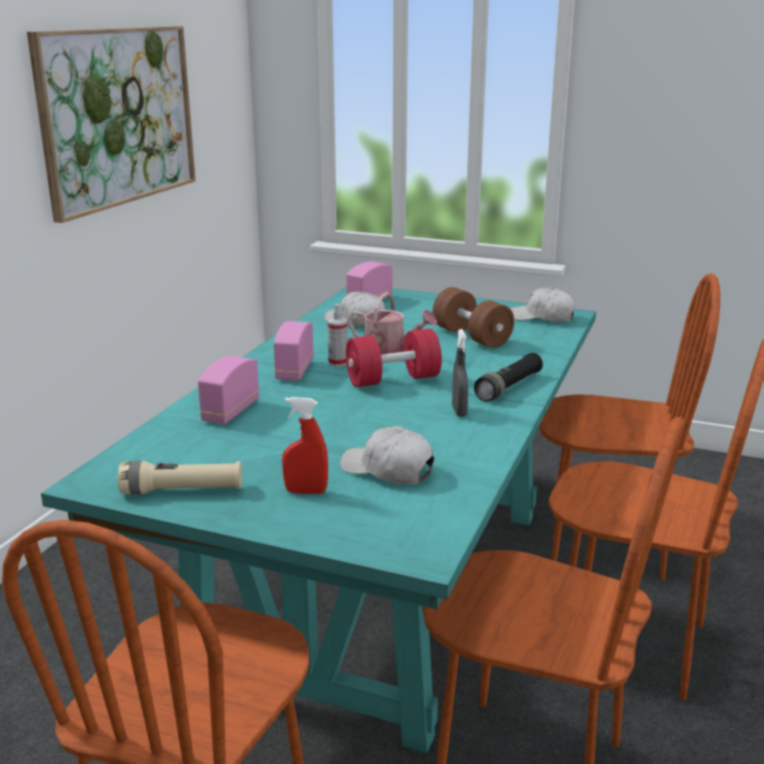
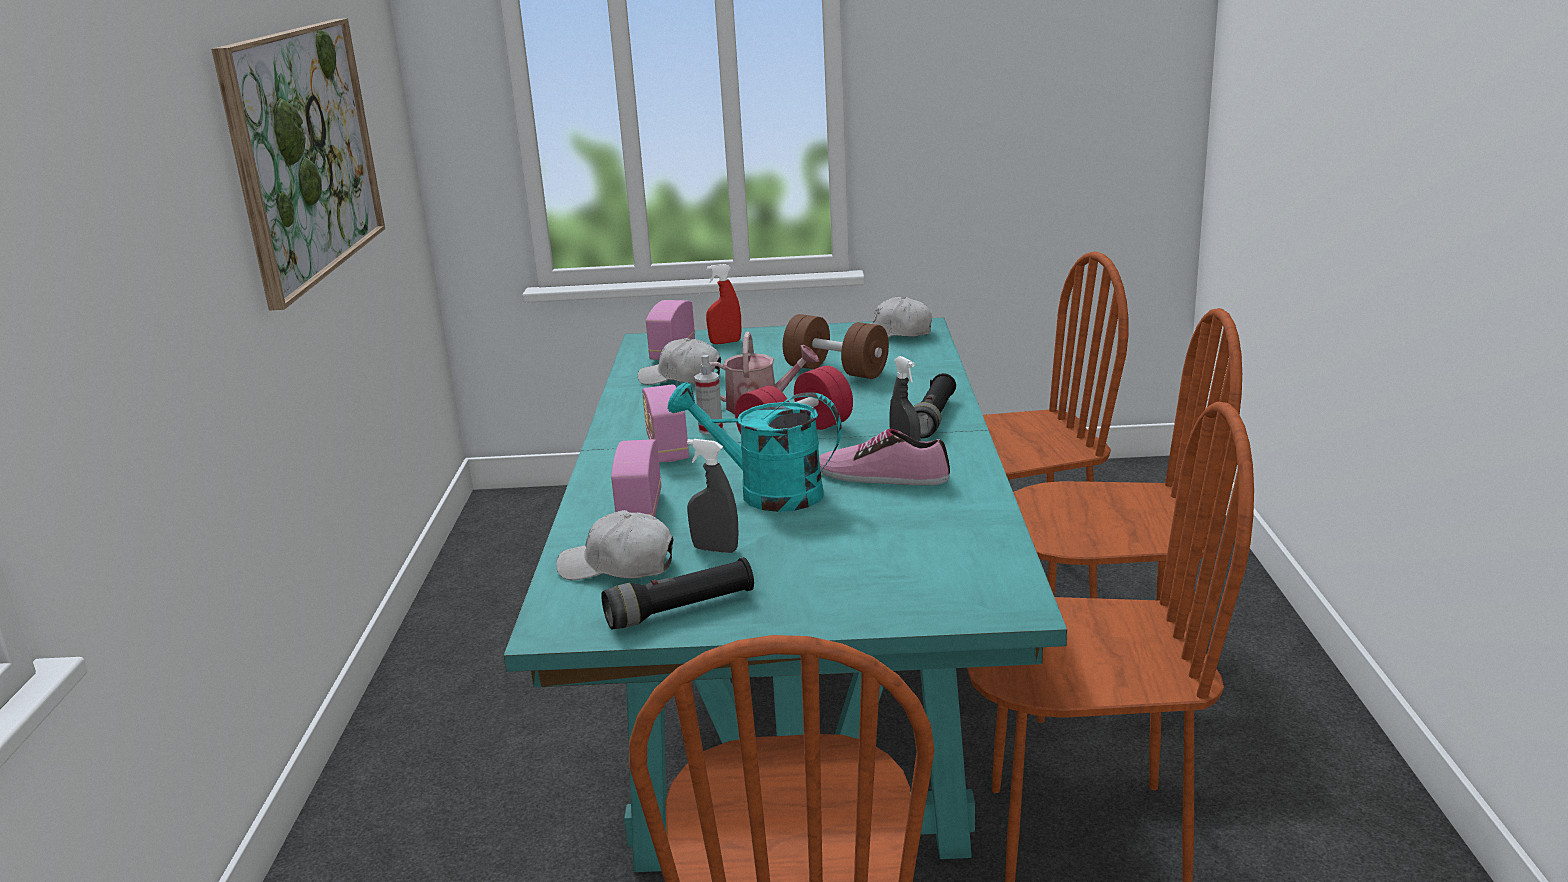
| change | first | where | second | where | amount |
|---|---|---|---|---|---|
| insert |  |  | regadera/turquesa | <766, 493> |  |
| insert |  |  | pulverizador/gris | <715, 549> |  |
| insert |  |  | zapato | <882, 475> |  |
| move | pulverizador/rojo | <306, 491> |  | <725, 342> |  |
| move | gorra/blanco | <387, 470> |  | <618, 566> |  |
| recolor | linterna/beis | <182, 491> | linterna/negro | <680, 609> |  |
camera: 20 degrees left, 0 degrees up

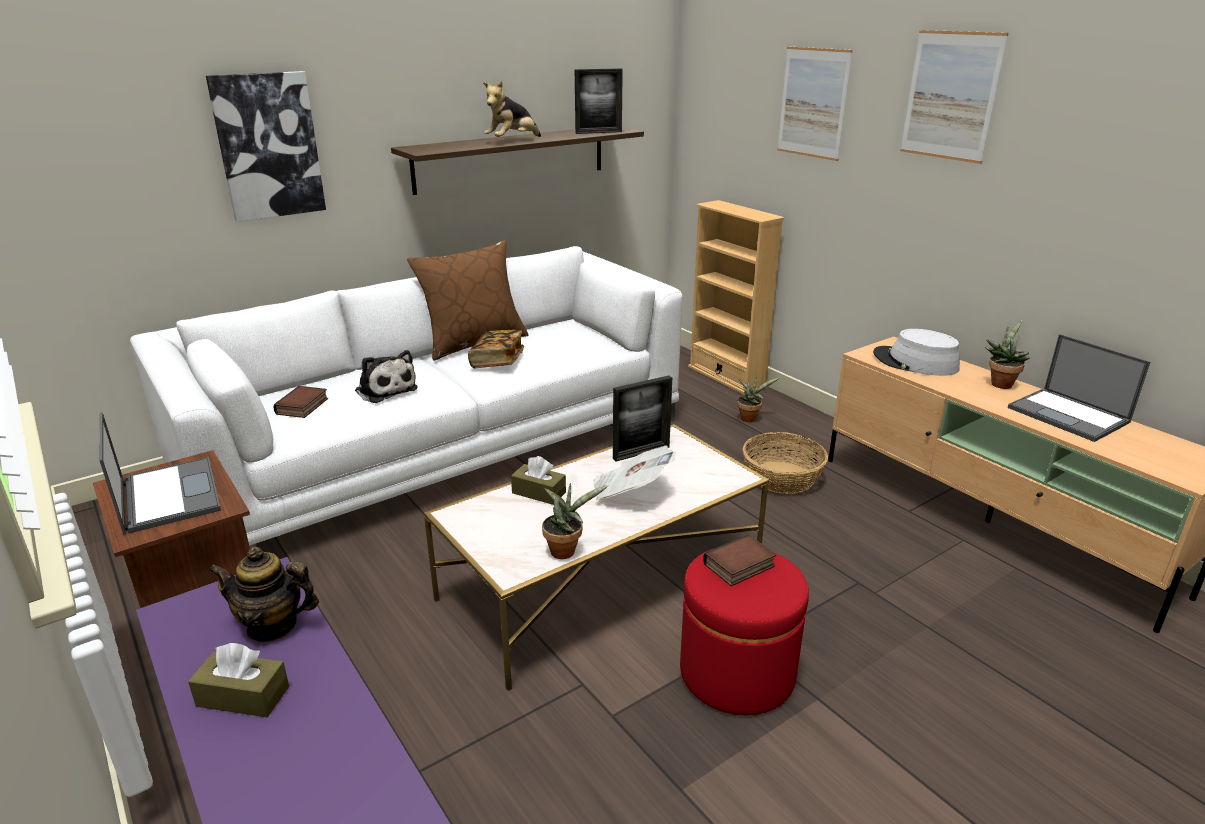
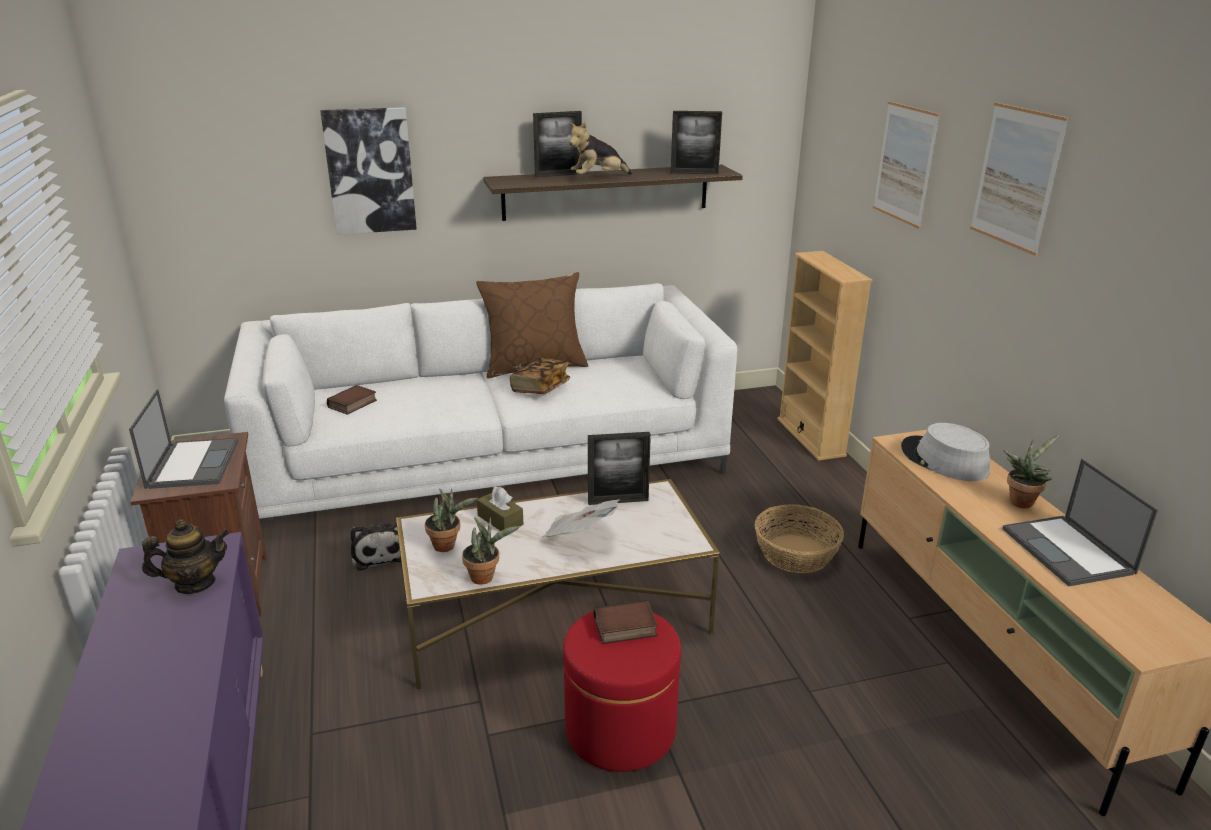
| change | first | where | second | where | amount |
|---|---|---|---|---|---|
| delete | caja de pañuelos/marrón | <243, 696> |  |  |  |
| insert |  |  | portarretratos | <558, 175> |  |
| move | peluche | <385, 389> |  | <379, 553> |  |
| move | planta en maceta | <750, 418> |  | <448, 545> |  |
| rotate | tetera | <272, 626> |  | <195, 583> | 135 degrees clockwise |
camera: 20 degrees right, 0 degrees up

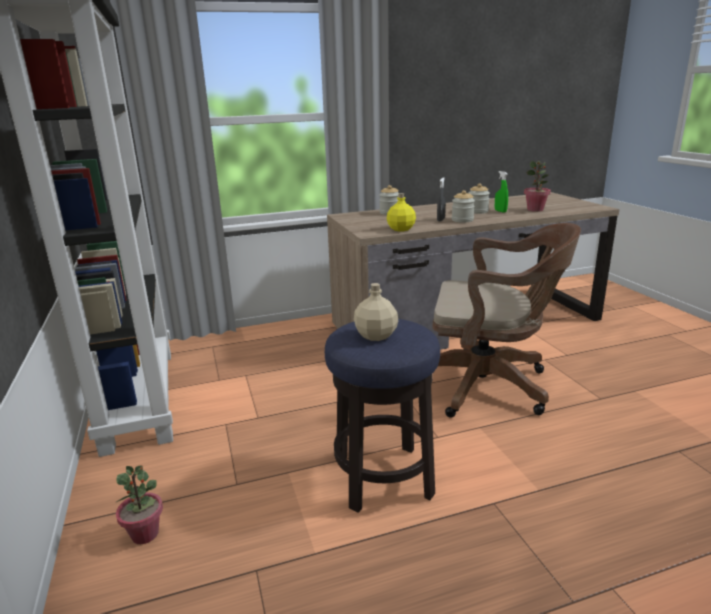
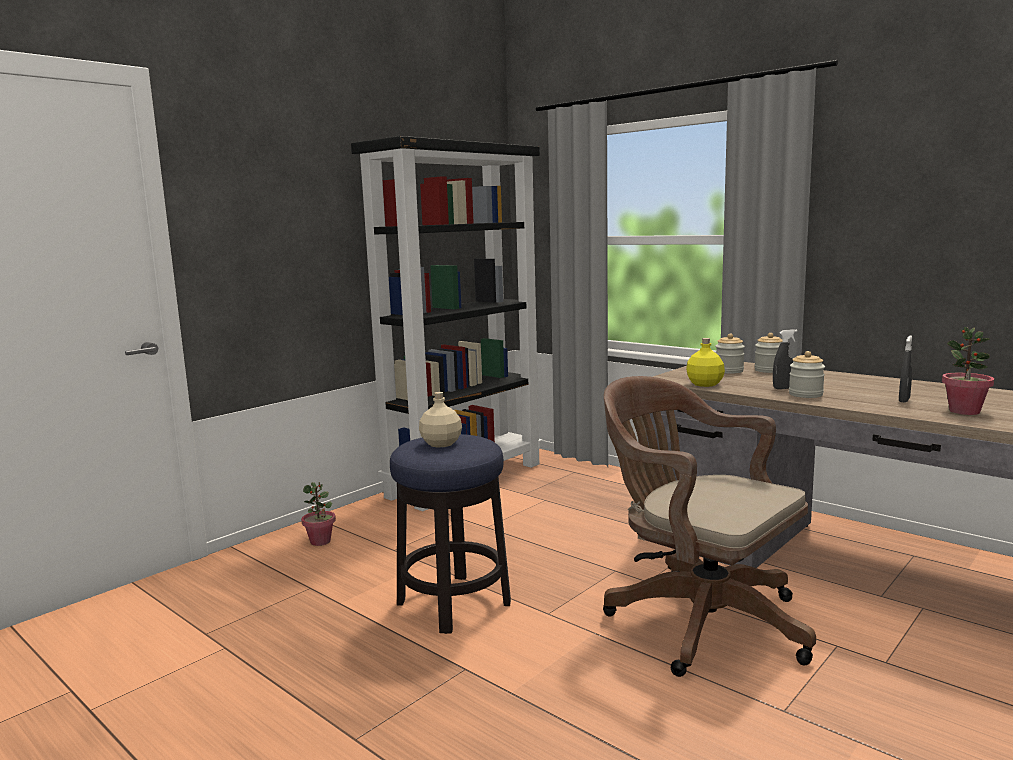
| change | first | where | second | where | amount |
|---|---|---|---|---|---|
| move | tarro | <478, 211> |  | <729, 371> |  |
| recolor | pulverizador/verde | <500, 211> | pulverizador/gris | <904, 400> |  |
| rotate | silla de oficina/marrón | <489, 385> |  | <698, 619> | 150 degrees clockwise |
camera: 60 degrees right, 10 degrees down

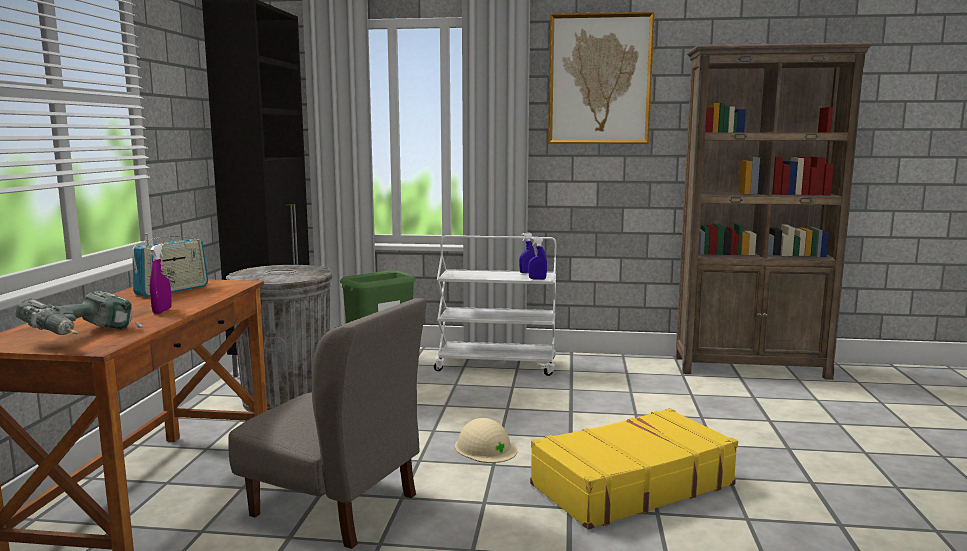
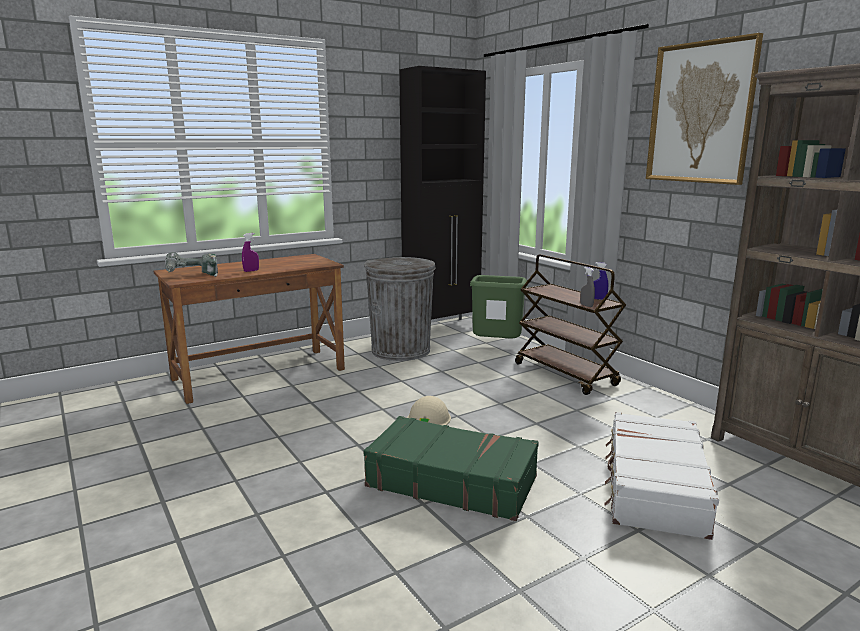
| change | first | where | second | where | amount |
|---|---|---|---|---|---|
| delete | radio | <172, 290> |  |  |  |
| delete | silla/gris | <335, 505> |  |  |  |
| insert |  |  | maleta/blanco | <654, 487> |  |
| recolor | carrito/blanco | <497, 365> | carrito/marrón | <566, 374> |  |
| recolor | pulverizador/azul | <537, 279> | pulverizador/gris | <586, 305> |  |
| recolor | maleta/amarillo | <630, 484> | maleta/verde | <451, 481> |  |
camera: 50 degrees right, 5 degrees up

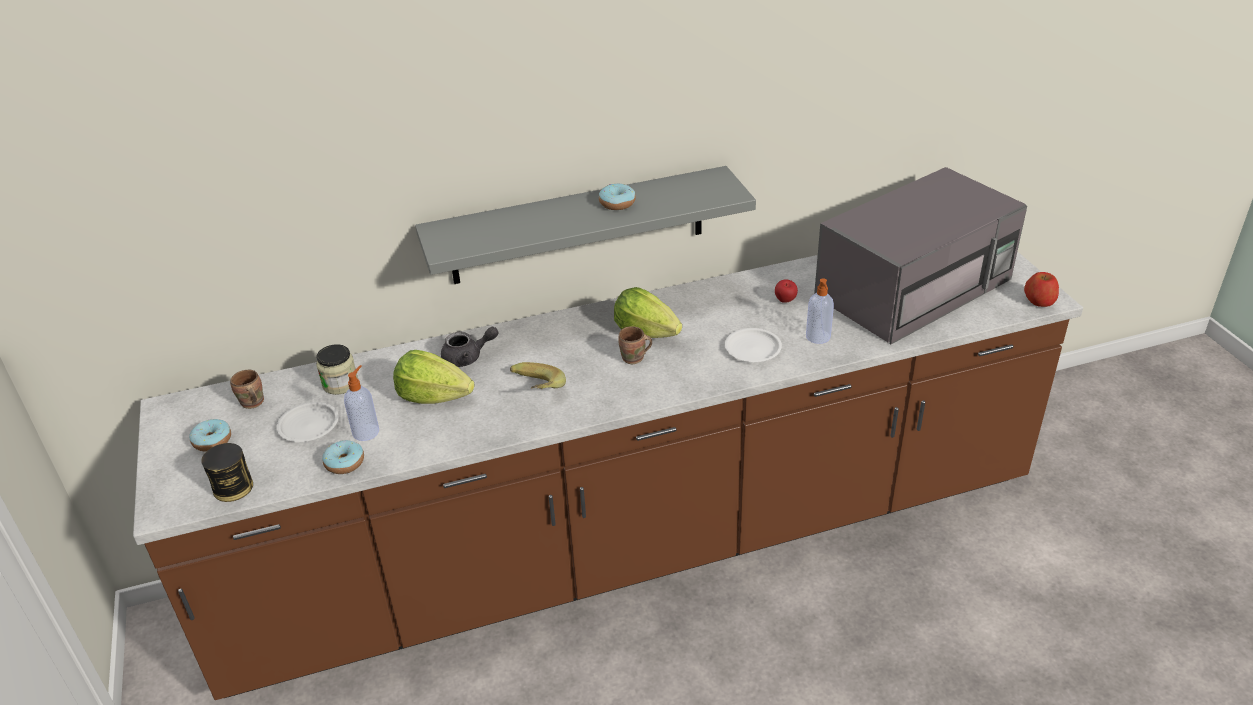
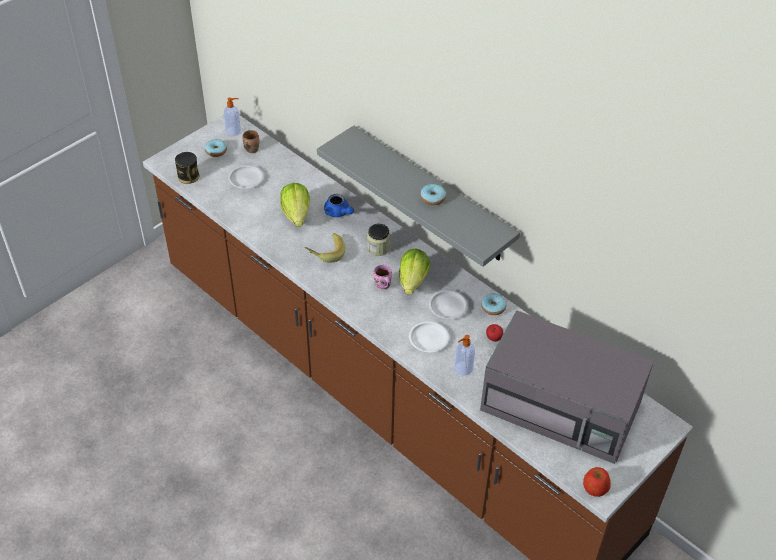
| change | first | where | second | where | amount |
|---|---|---|---|---|---|
| insert |  |  | plato/blanco | <447, 306> |  |
| move | tarro | <340, 384> |  | <378, 248> |  |
| move | rosquilla | <344, 463> |  | <493, 307> |  |
| move | dispensador de jabón | <366, 431> |  | <234, 131> |  |
| recolor | tetera/gris | <468, 357> | tetera/azul | <338, 213> |  |
| recolor | taza grande/marrón | <634, 359> | taza grande/rosa | <382, 286> |  |
camera: 60 degrees right, 10 degrees up

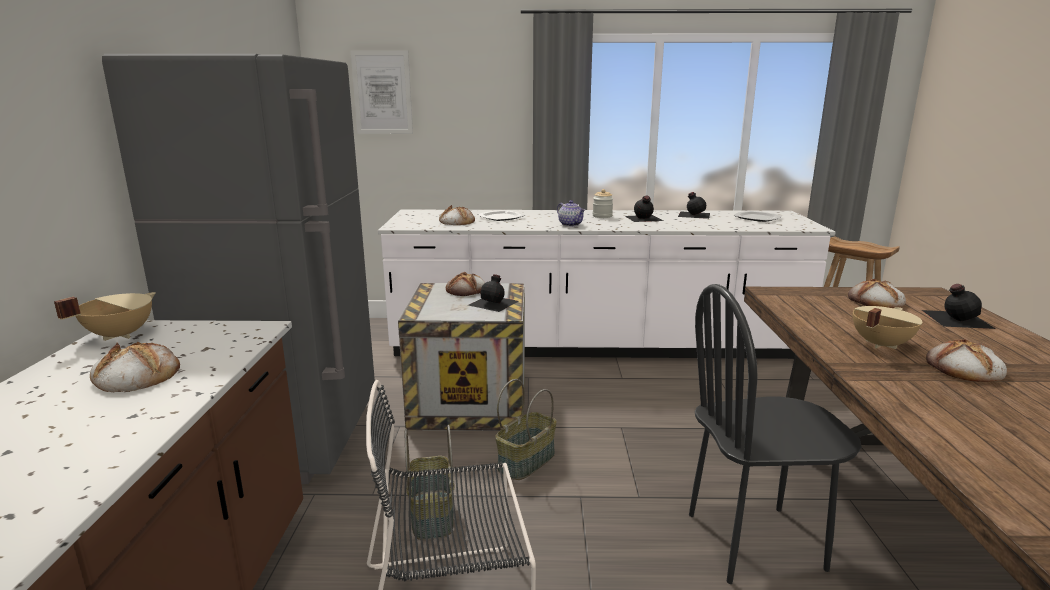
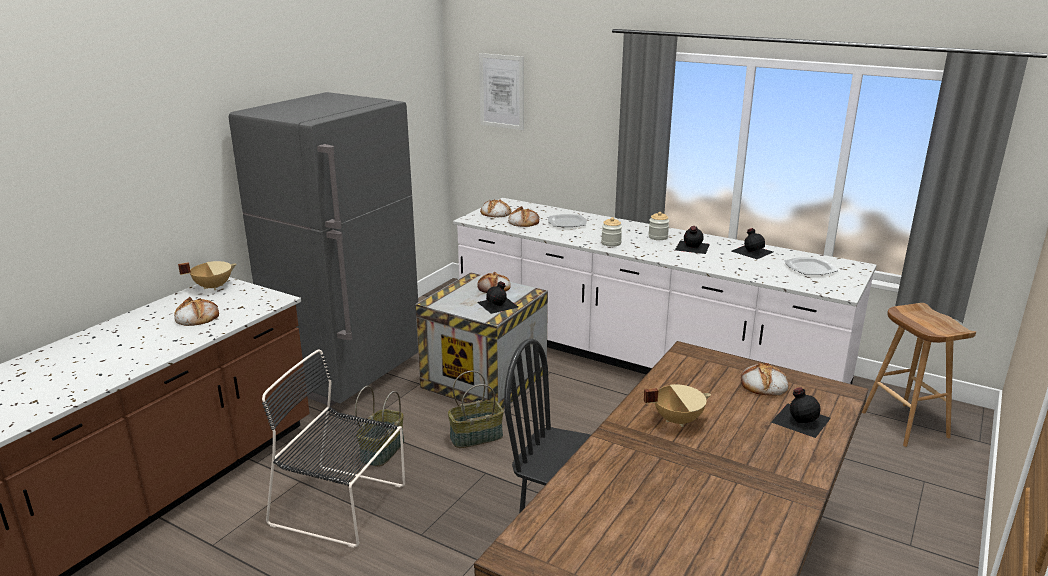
| change | first | where | second | where | amount |
|---|---|---|---|---|---|
| move | pan | <964, 369> |  | <495, 213> |  |
| replace | tetera | <571, 224> | tarro | <611, 243> |  |
camera: 30 degrees right, 5 degrees up

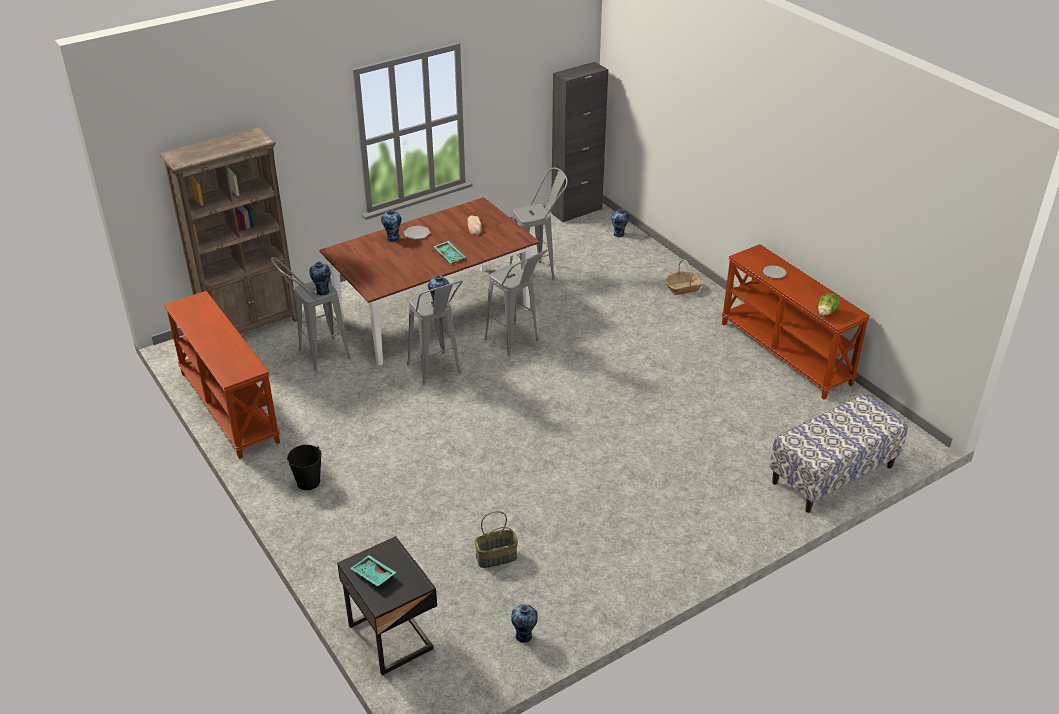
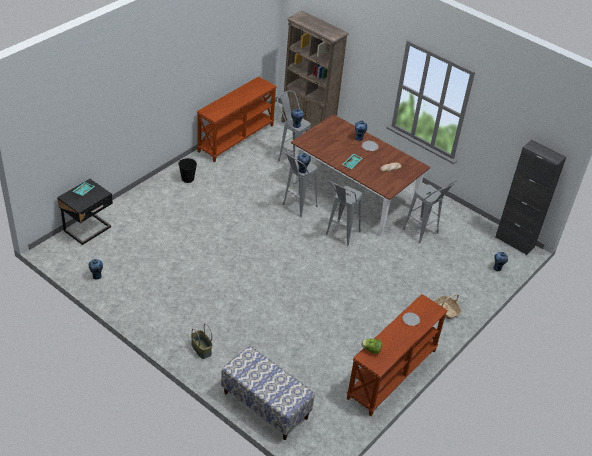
| change | first | where | second | where | amount |
|---|---|---|---|---|---|
| move | cesta | <496, 558> |  | <201, 349> |  |
camera: 70 degrees right, 5 degrees up

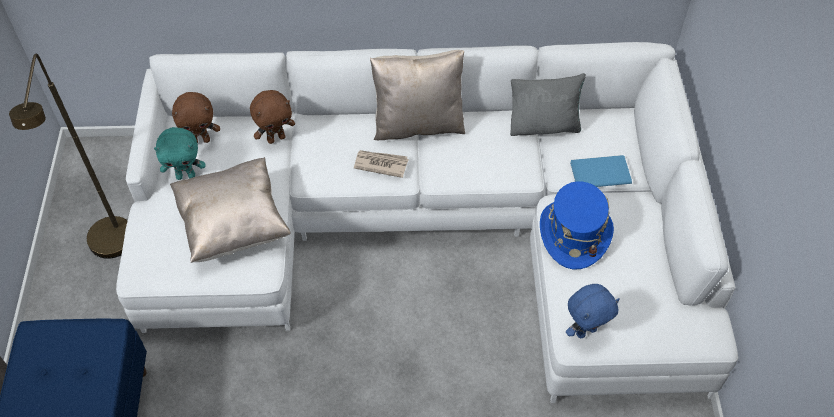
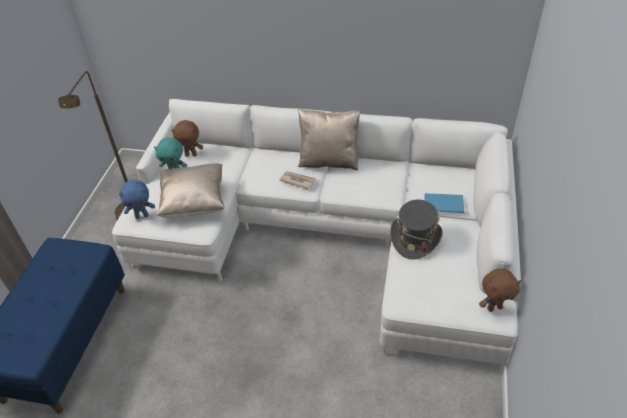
| change | first | where | second | where | amount |
|---|---|---|---|---|---|
| delete | cojín/gris | <544, 126> |  |  |  |
| move | peluche/marrón | <276, 138> |  | <494, 307> |  |
| move | peluche/azul | <585, 330> |  | <142, 216> |  |
| recolor | sombrero/azul | <574, 234> | sombrero/gris | <415, 238> |  |
camera: 15 degrees right, 10 degrees down

